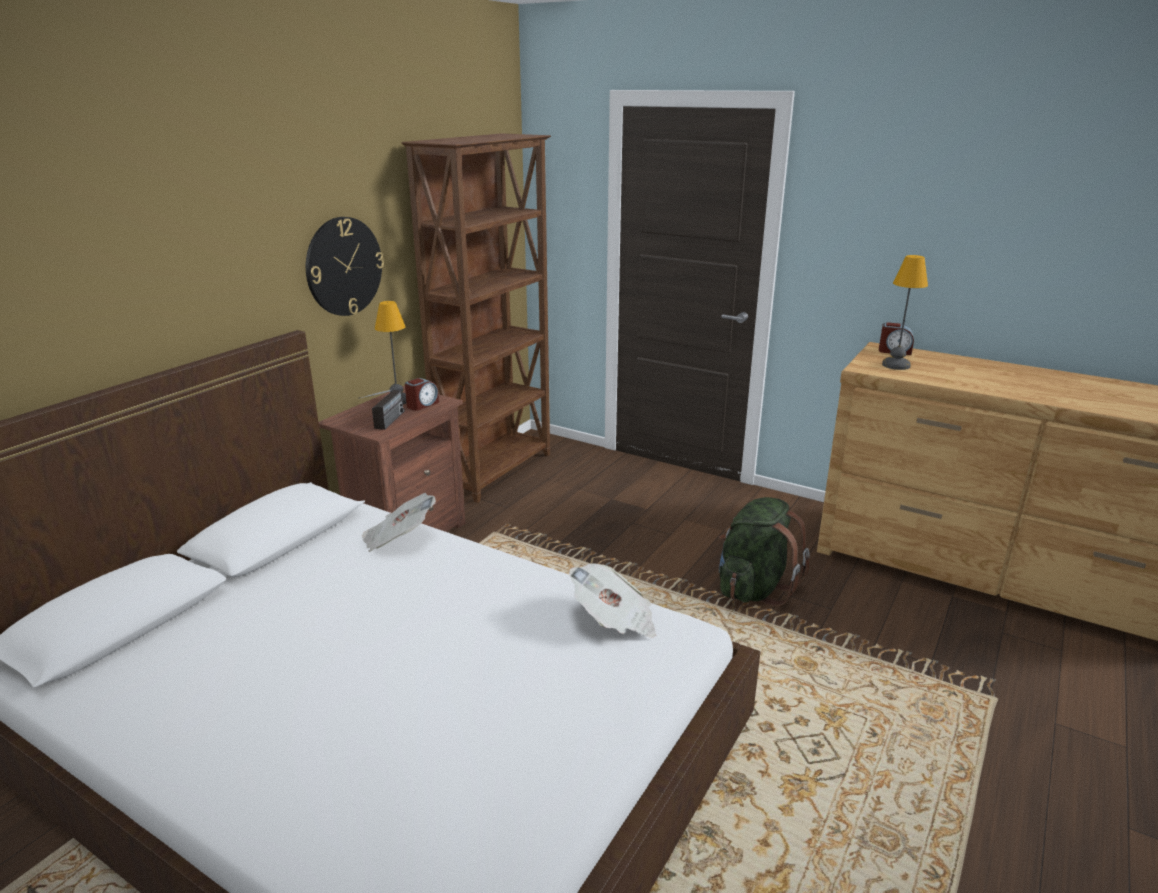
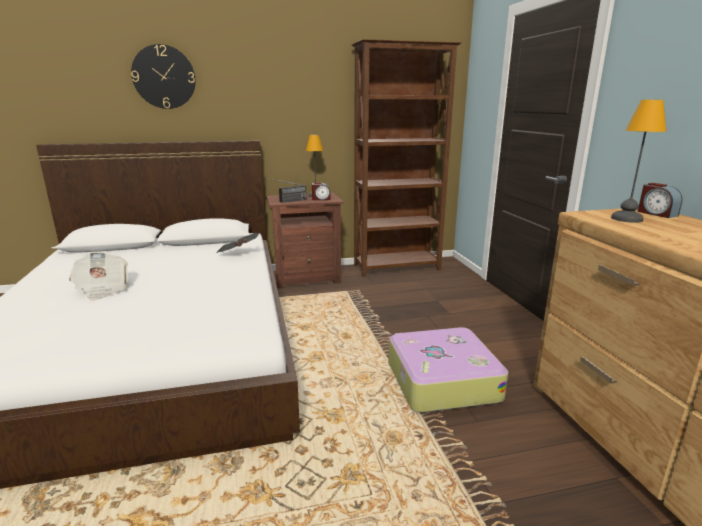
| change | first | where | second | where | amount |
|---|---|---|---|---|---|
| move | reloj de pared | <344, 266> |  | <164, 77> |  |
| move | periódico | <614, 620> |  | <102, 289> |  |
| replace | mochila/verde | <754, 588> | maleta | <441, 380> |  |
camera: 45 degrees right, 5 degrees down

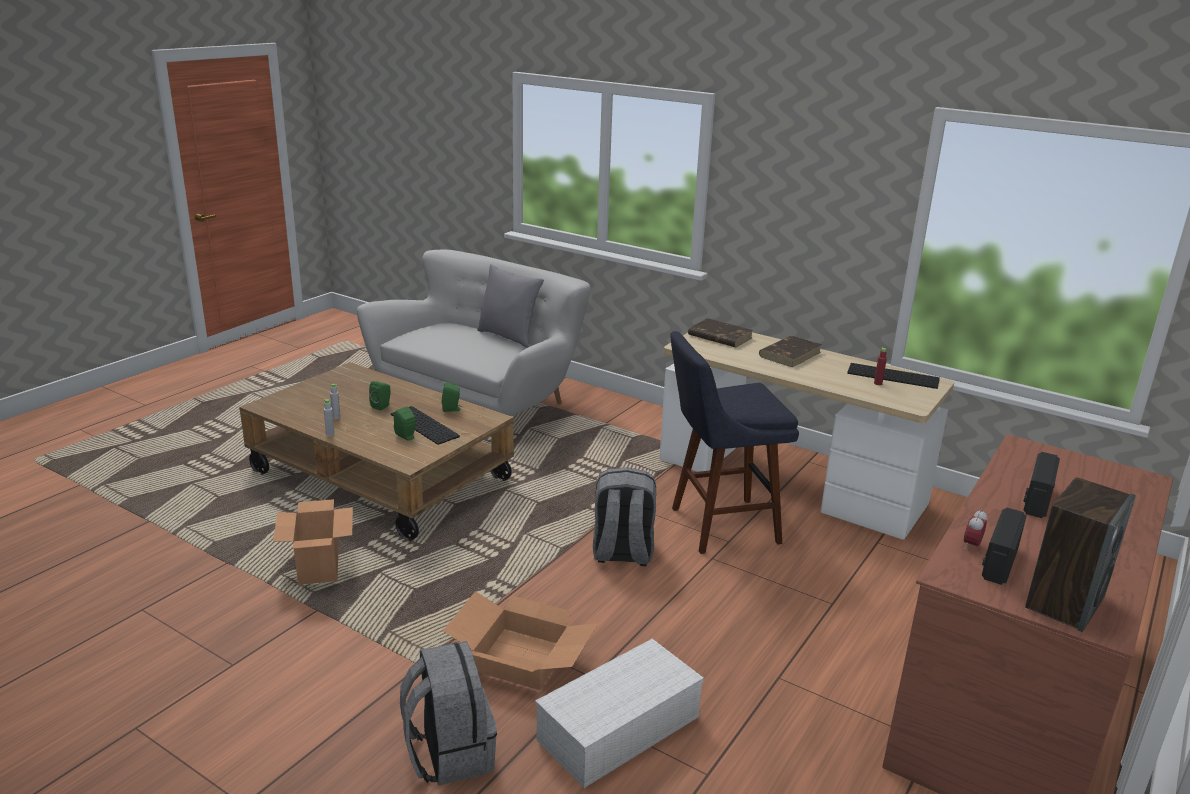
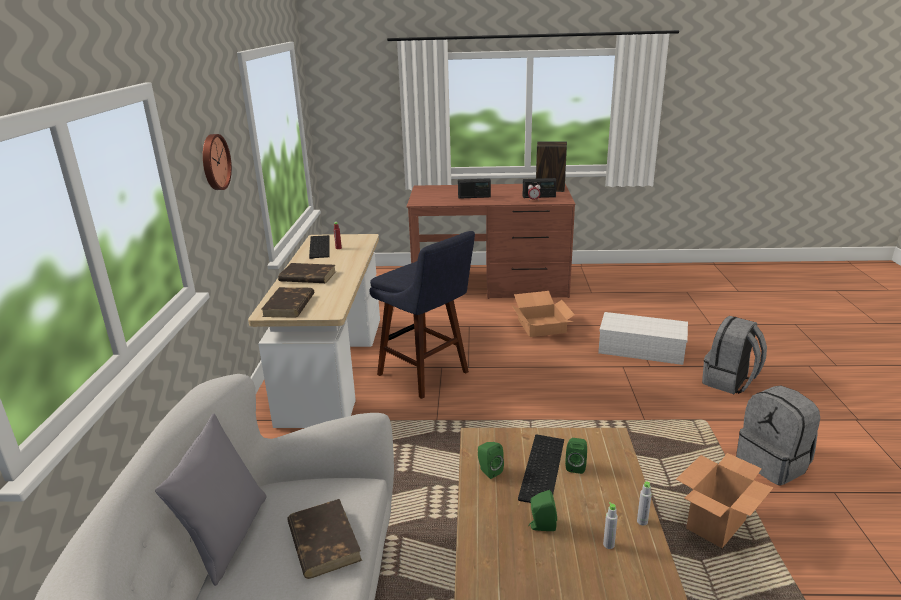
| change | first | where | second | where | amount |
|---|---|---|---|---|---|
| insert |  |  | reloj de pared | <214, 162> |  |
| insert |  |  | libro/marrón | <323, 541> |  |
| move | caja de cartón | <522, 658> |  | <541, 326> |  |
| move | mochila/gris | <622, 553> |  | <773, 463> |  |
camera: 120 degrees left, 0 degrees up

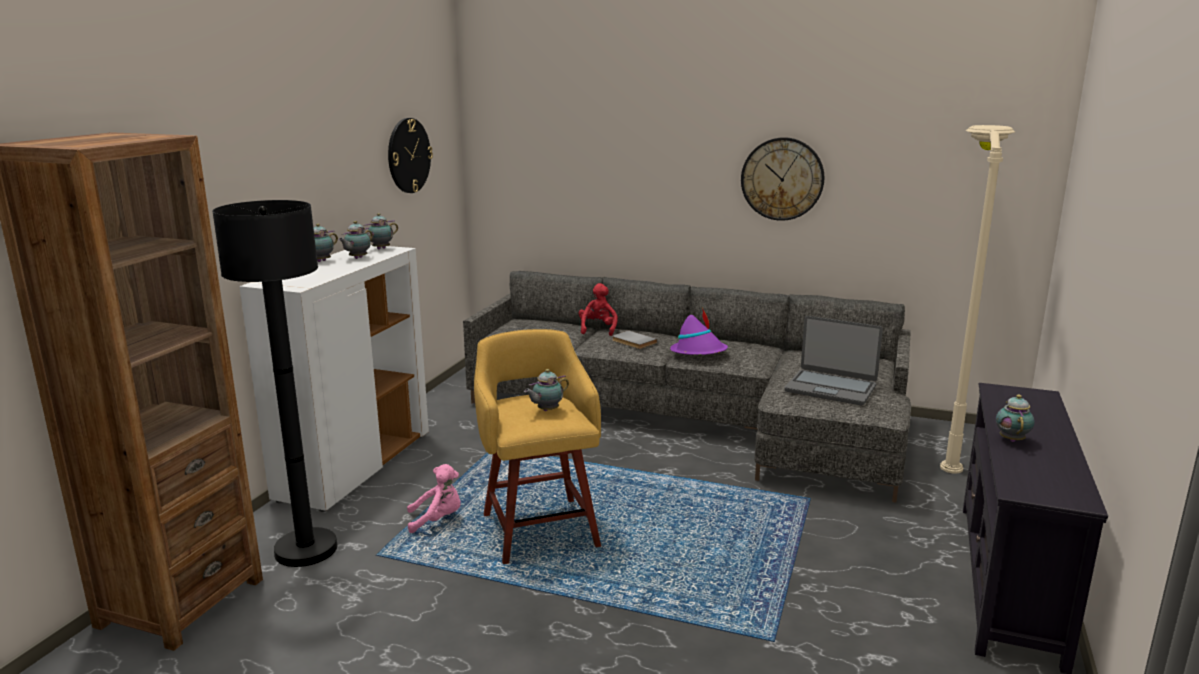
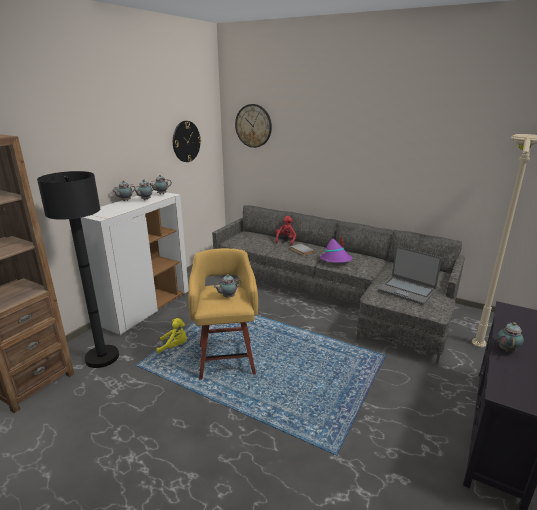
| change | first | where | second | where | amount |
|---|---|---|---|---|---|
| move | reloj de pared | <782, 179> |  | <253, 126> |  |
| recolor | peluche/rosa | <437, 520> | peluche/amarillo | <174, 346> |  |
camera: 10 degrees right, 5 degrees up

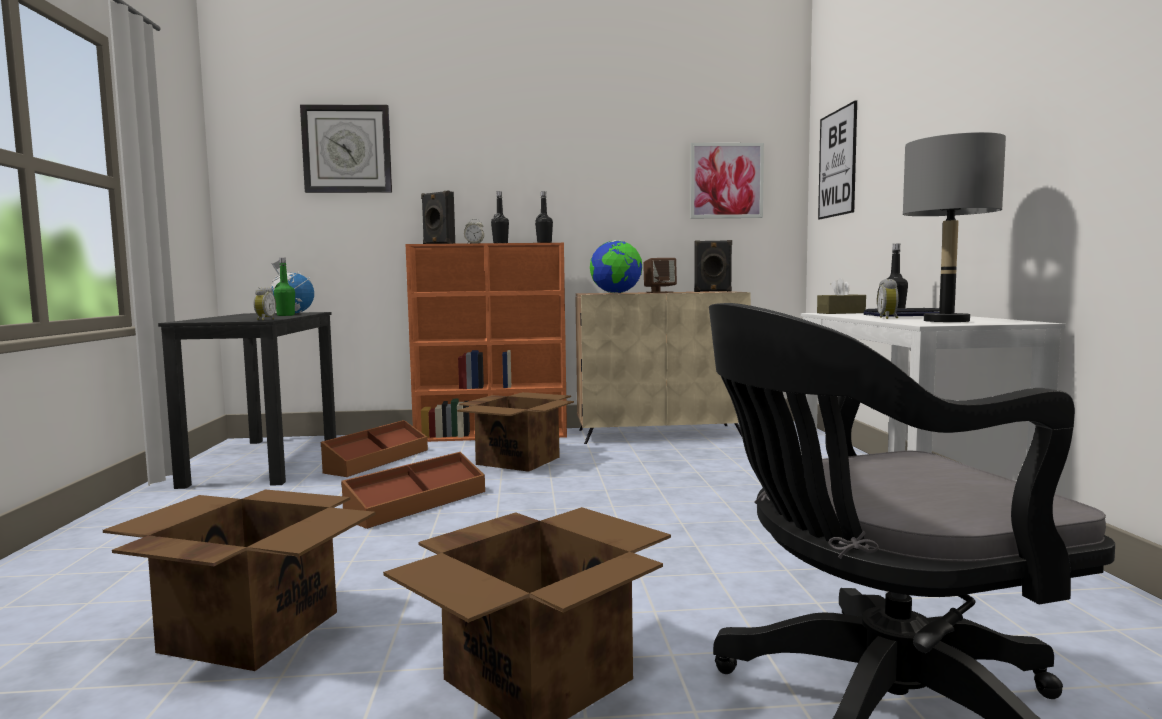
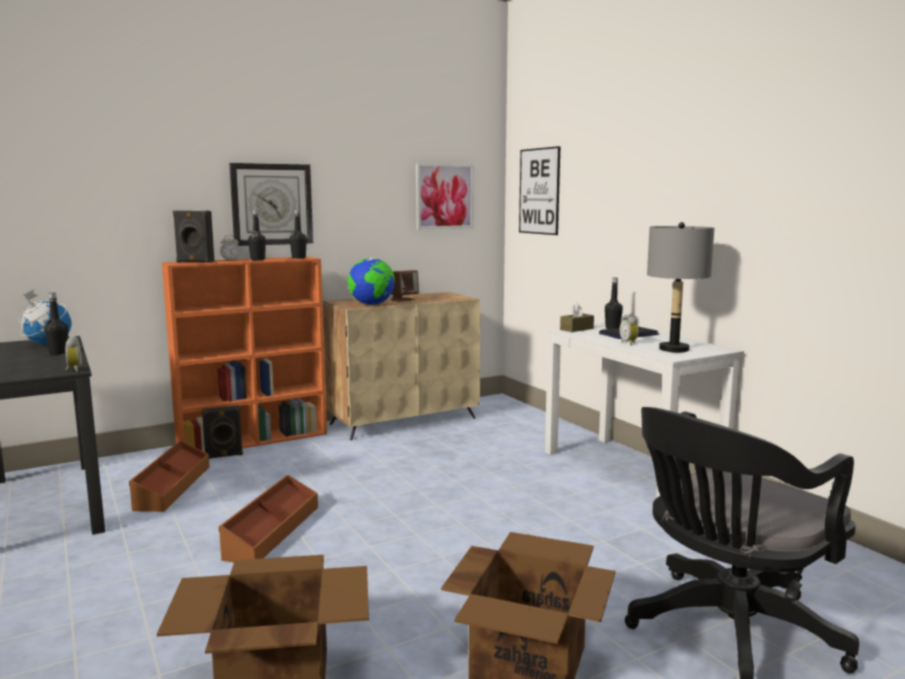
| change | first | where | second | where | amount |
|---|---|---|---|---|---|
| delete | caja de cartón | <519, 460> |  |  |  |
| move | reloj de pared | <347, 149> |  | <271, 204> |  |
| move | altavoz/negro | <712, 291> |  | <224, 456> |  |
| recolor | botella/verde | <285, 315> | botella/negro | <58, 352> |  |
camera: 25 degrees left, 5 degrees up

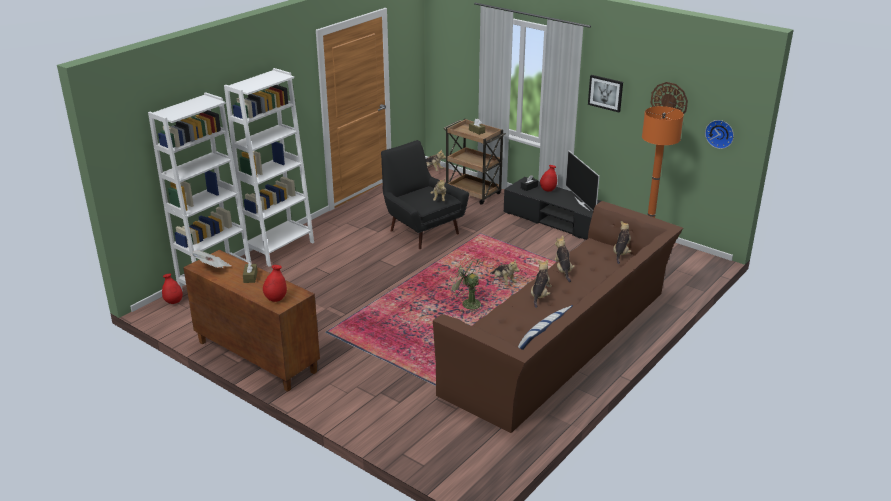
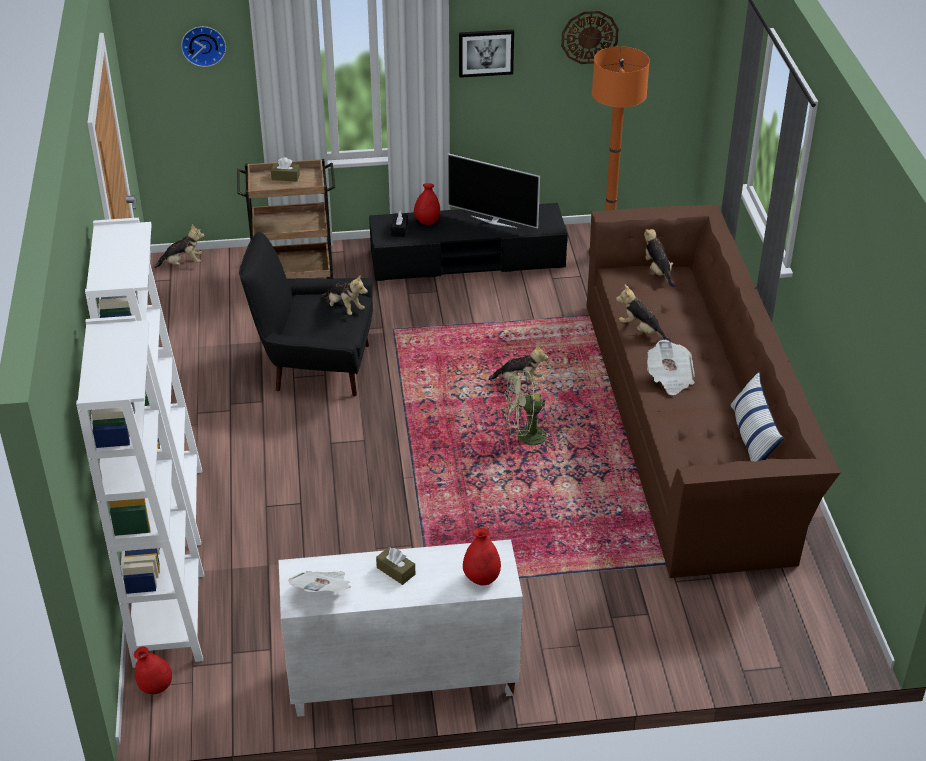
| change | first | where | second | where | amount |
|---|---|---|---|---|---|
| move | reloj de pared | <720, 133> |  | <203, 45> |  |
| replace | peluche | <540, 295> | periódico | <669, 378> |  |
| recolor | armario/marrón | <255, 357> | armario/blanco | <401, 681> |  |
camera: 45 degrees left, 10 degrees up

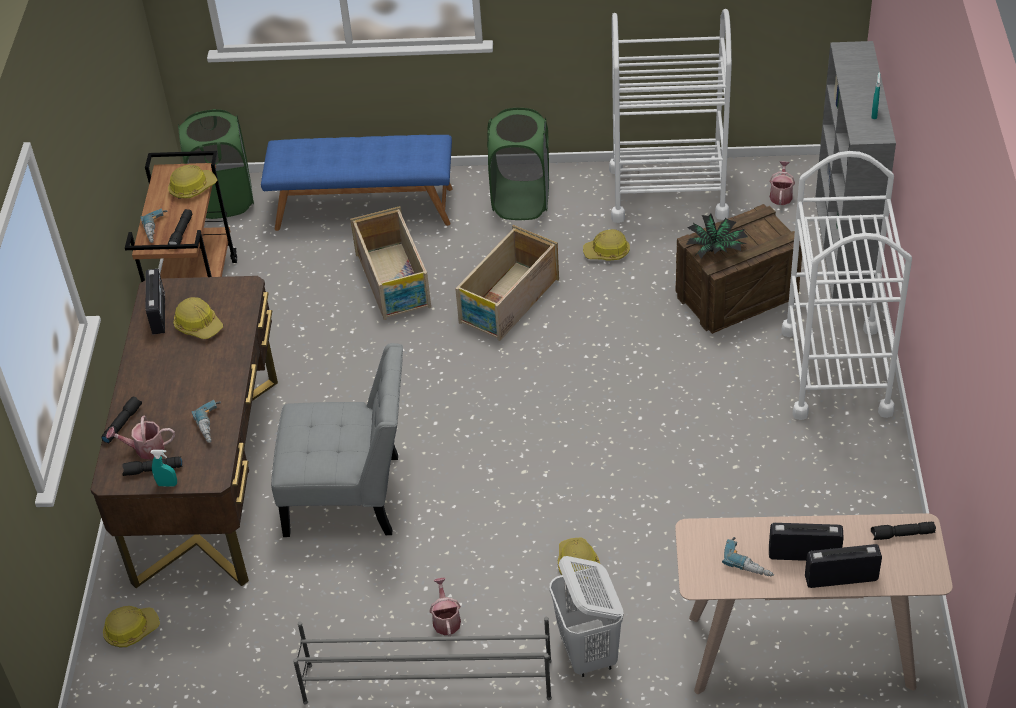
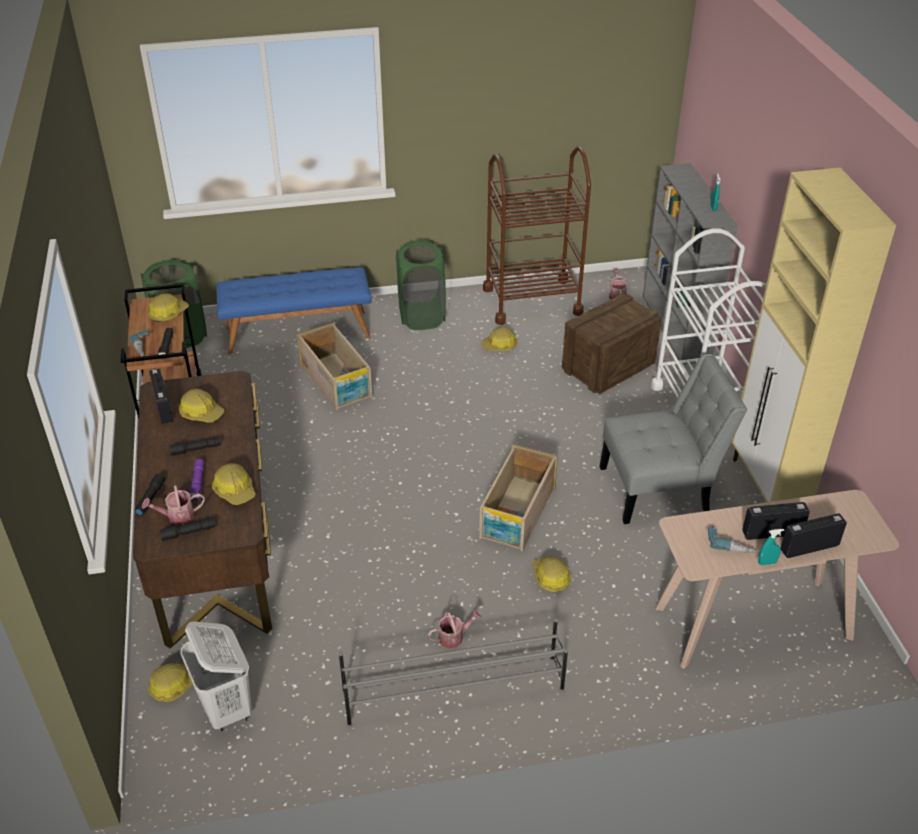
| change | first | where | second | where | amount |
|---|---|---|---|---|---|
| delete | planta en maceta | <715, 250> |  |  |  |
| insert |  |  | linterna/morado | <198, 483> |  |
| insert |  |  | armario/beis | <768, 488> |  |
| move | pulverizador/turquesa | <167, 484> |  | <767, 563> |  |
| move | silla/gris | <351, 496> |  | <660, 488> |  |
| move | caja de embalaje | <508, 301> |  | <517, 513> |  |
| move | cesto de la ropa/blanco | <588, 653> |  | <227, 709> |  |
| move | linterna/negro | <902, 535> |  | <195, 450> |  |
| replace | taladro | <213, 425> | casco | <235, 490> |  |
| recolor | carrito/blanco | <668, 192> | carrito/marrón | <532, 301> |  |
| rotate | regadera | <446, 619> |  | <454, 637> | 90 degrees clockwise |
camera: 15 degrees left, 5 degrees down

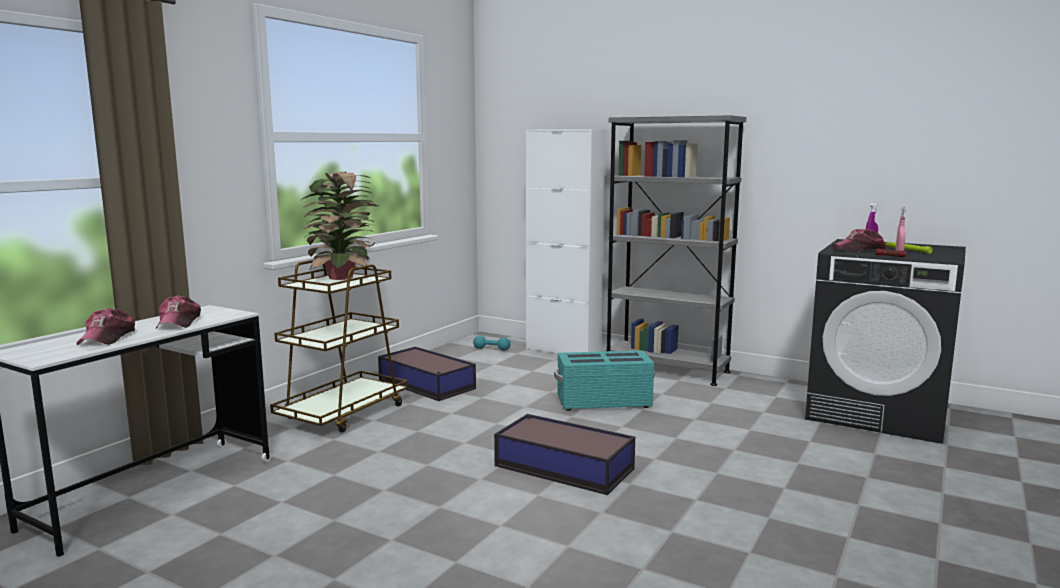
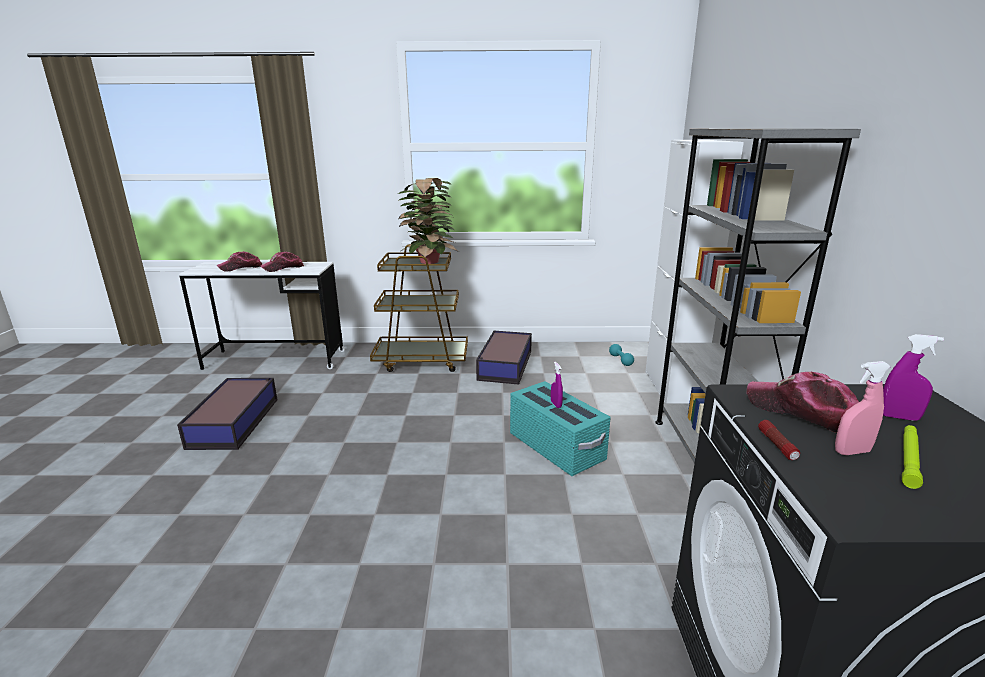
| change | first | where | second | where | amount |
|---|---|---|---|---|---|
| insert |  |  | pulverizador/morado | <556, 404> |  |
| move | caja de almacenaje | <562, 466> |  | <235, 422> |  |
camera: 60 degrees right, 10 degrees up

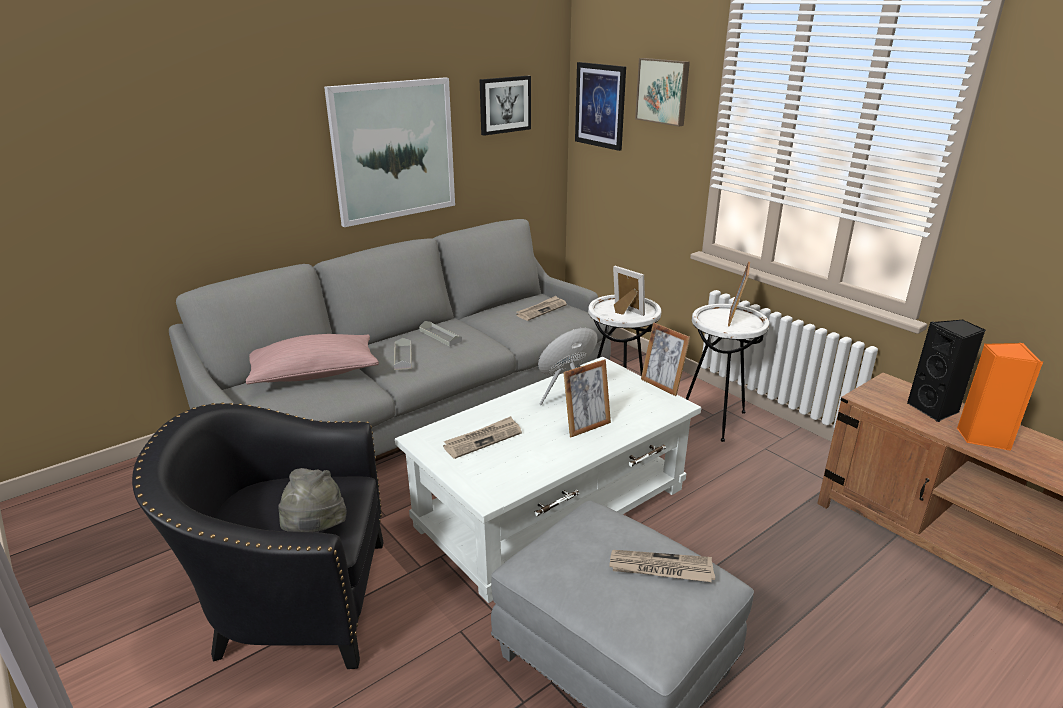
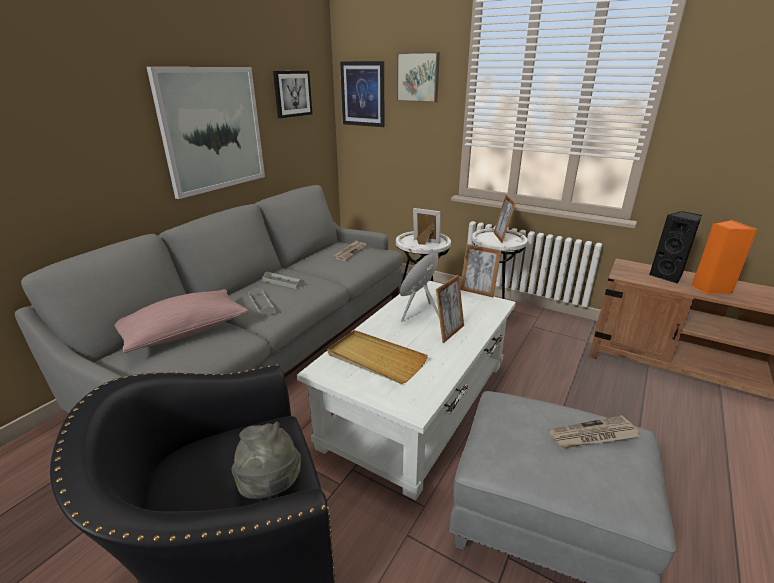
| change | first | where | second | where | amount |
|---|---|---|---|---|---|
| replace | periódico | <483, 439> | bandeja/beis | <375, 359> |  |
camera: 20 degrees left, 0 degrees up

